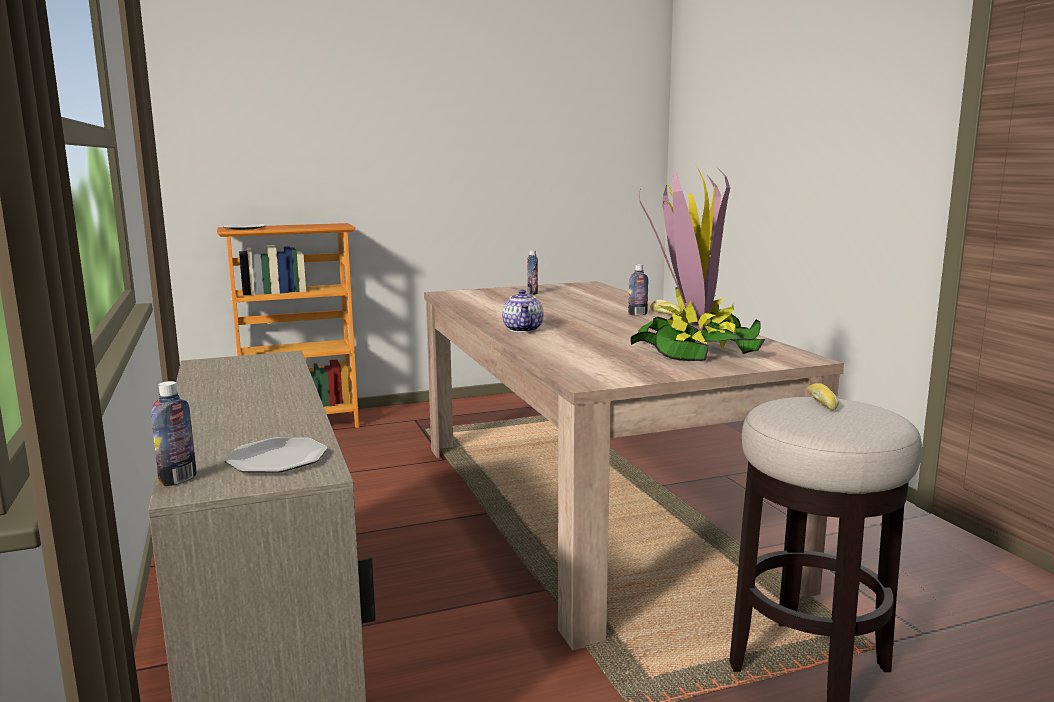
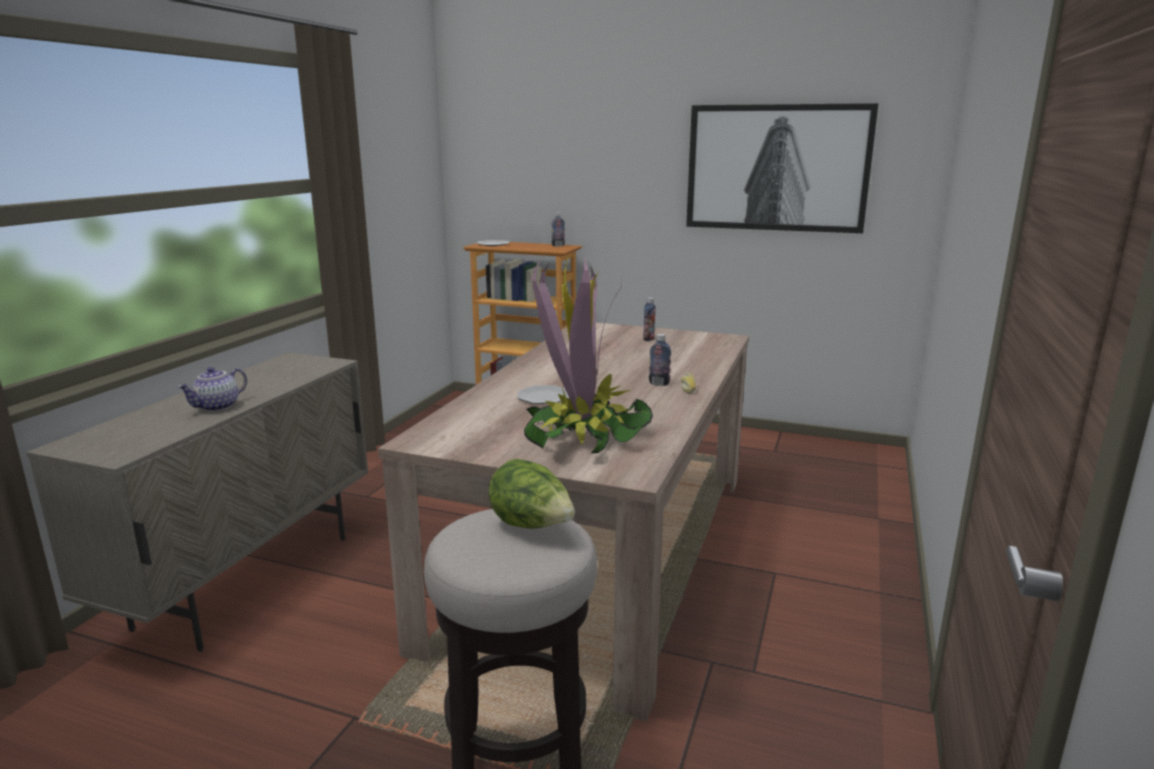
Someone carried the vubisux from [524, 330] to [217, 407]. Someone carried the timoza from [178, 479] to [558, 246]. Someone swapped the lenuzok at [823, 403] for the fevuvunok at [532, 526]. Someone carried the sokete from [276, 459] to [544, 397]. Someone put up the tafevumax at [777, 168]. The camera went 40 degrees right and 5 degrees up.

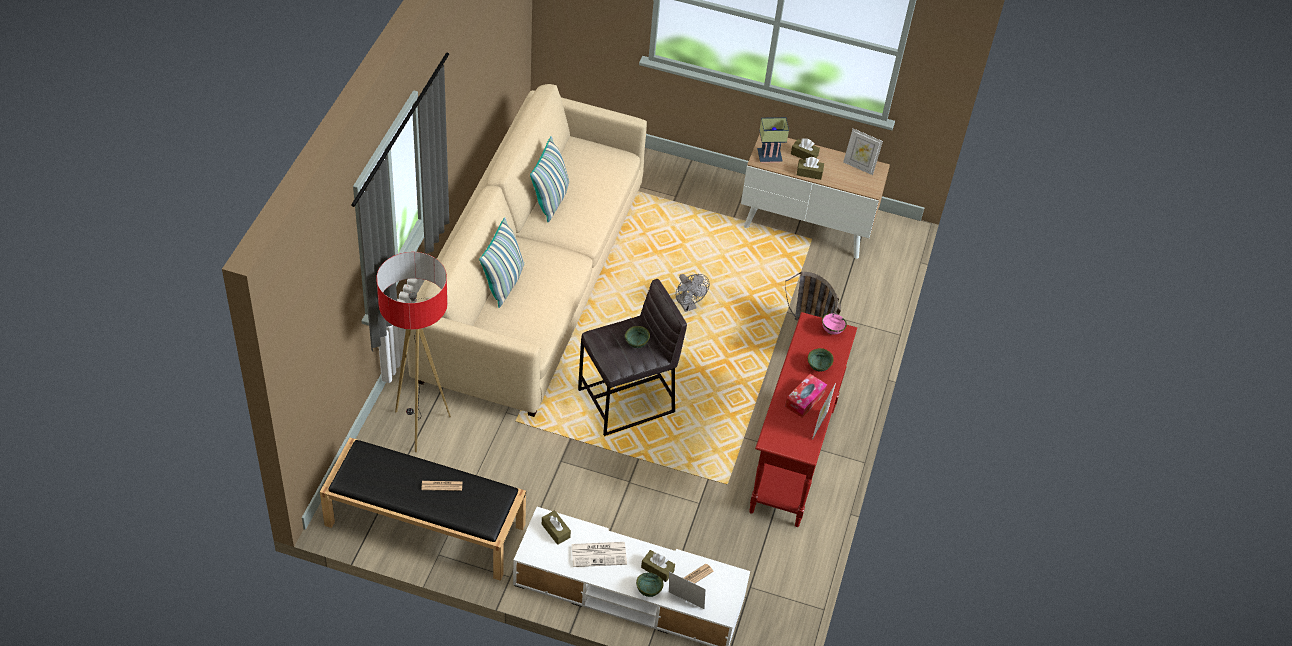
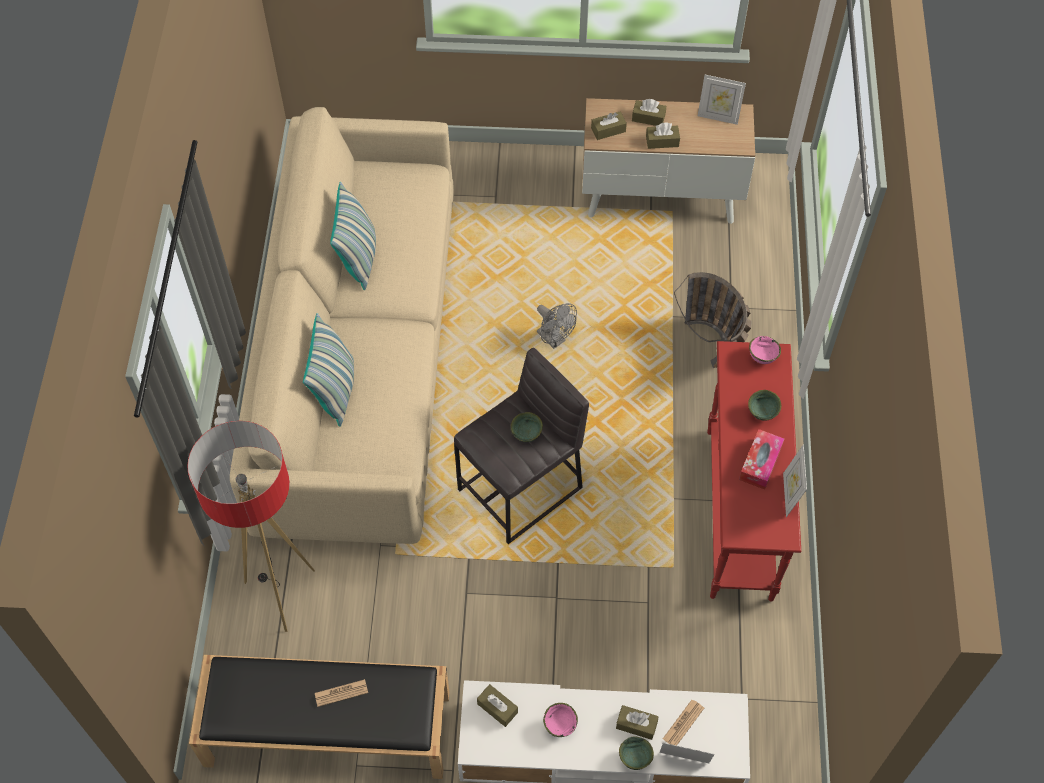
Someone swapped the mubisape at [770, 156] for the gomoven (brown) at [608, 130]. Someone swapped the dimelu at [599, 554] for the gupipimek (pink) at [560, 724]. The camera went 10 degrees left and 10 degrees up.

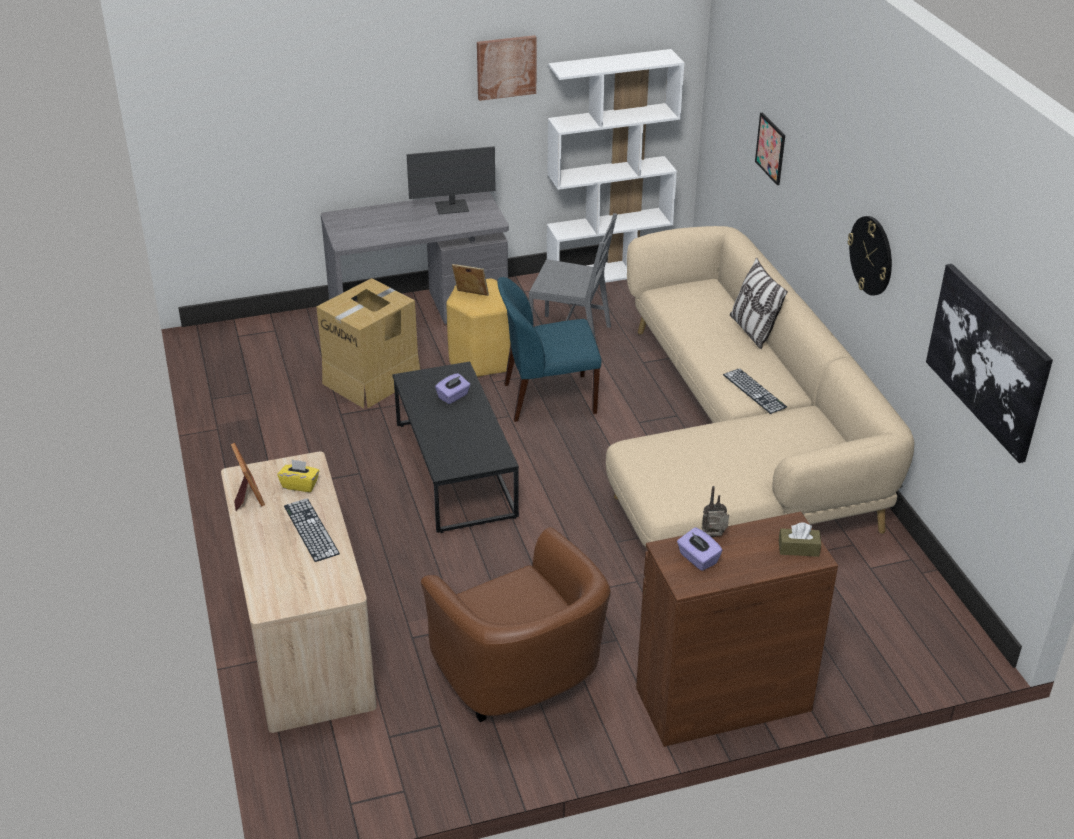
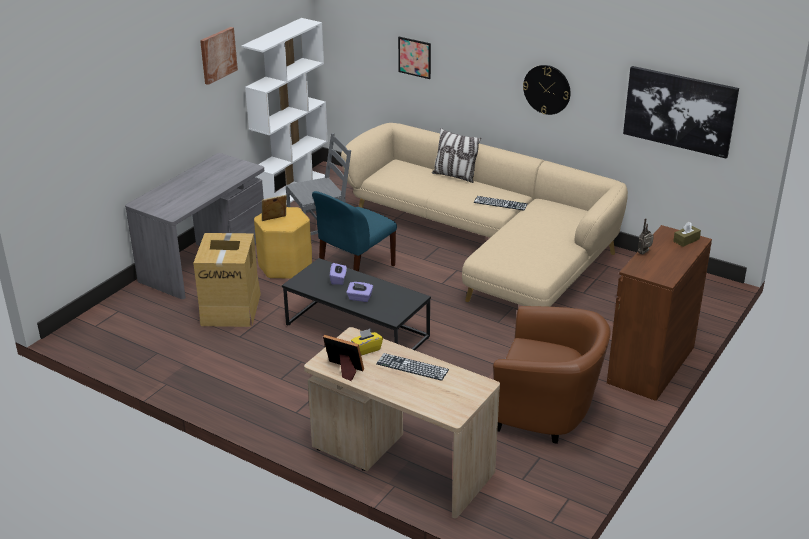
Someone took away the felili at [452, 207]. Someone carried the gomoven (purple) from [698, 559] to [360, 298]. The camera went 40 degrees left and 5 degrees down.

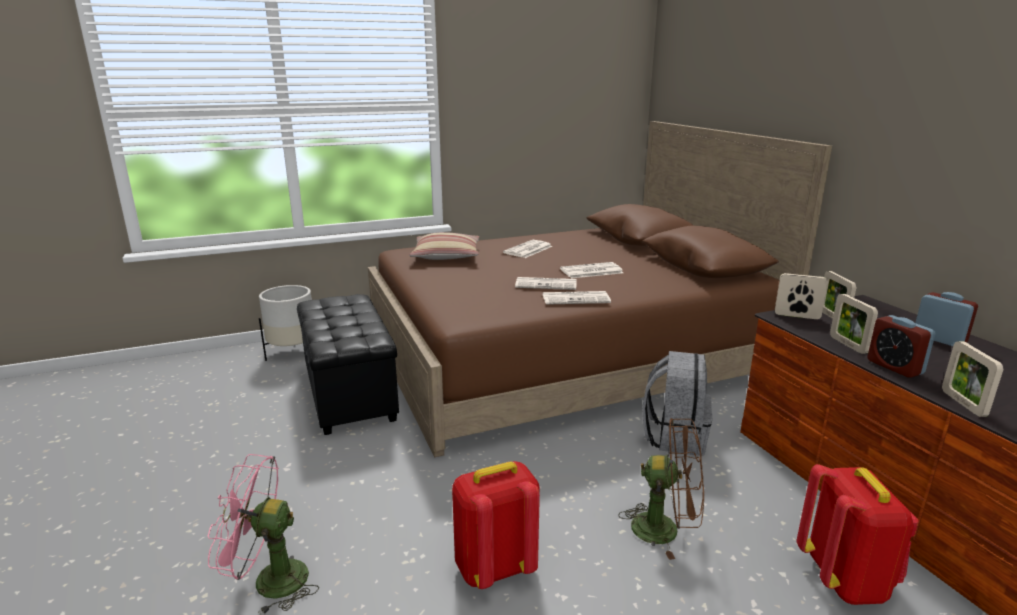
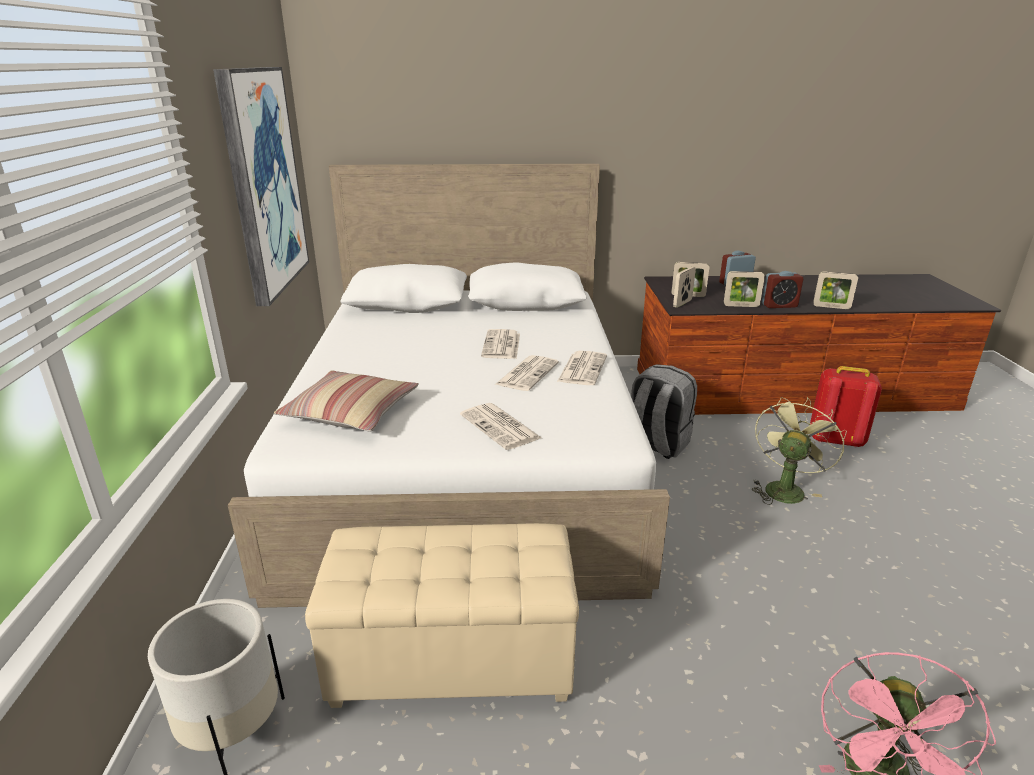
Someone repainted the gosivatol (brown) at [566, 356], which became the gosivatol (white) at [467, 455]. Someone carried the dimelu from [528, 250] to [501, 427]. Someone repainted the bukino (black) at [351, 394], which became the bukino (beige) at [452, 659]. Someone repainted the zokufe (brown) at [665, 529], which became the zokufe (green) at [785, 488]. Someone took away the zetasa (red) at [495, 568]. Someone put up the tafevumax at [263, 182]. The camera went 70 degrees left and 5 degrees up.

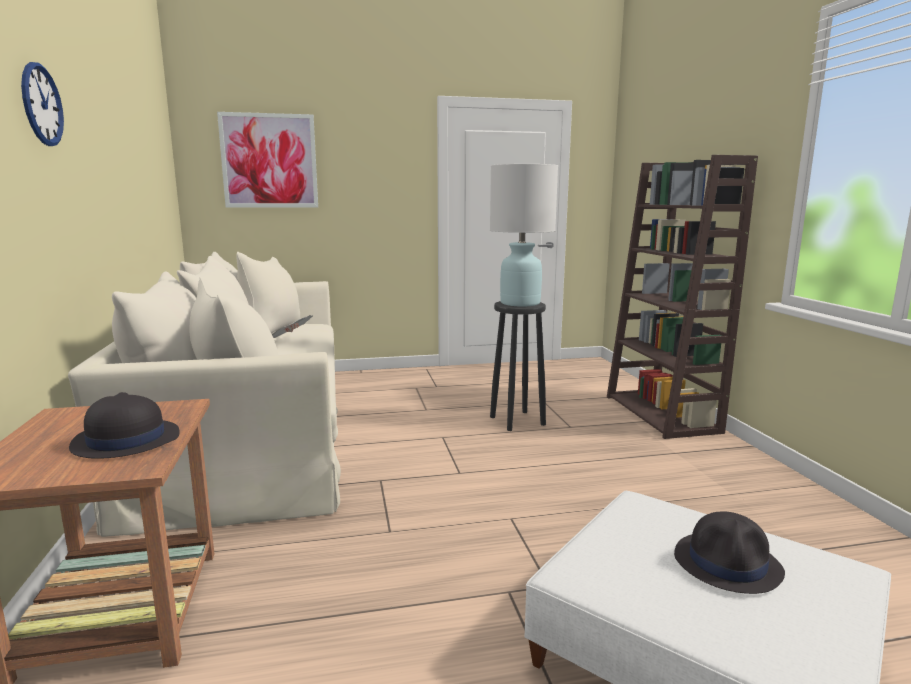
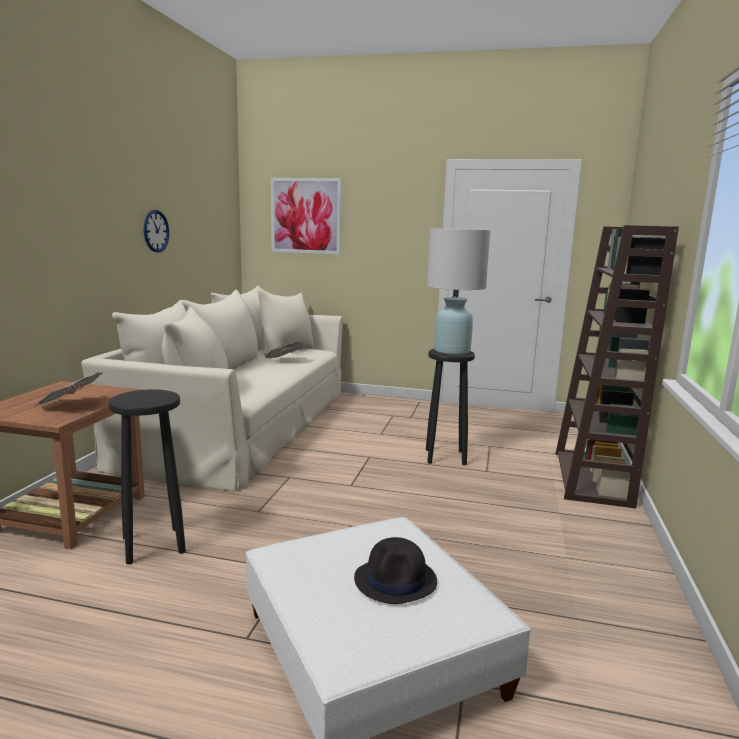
Someone carried the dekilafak from [41, 105] to [156, 231]. Someone swapped the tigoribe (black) at [125, 440] for the dimelu at [70, 405]. Someone put down the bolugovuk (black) at [153, 544]. The camera went 25 degrees right and 0 degrees up.

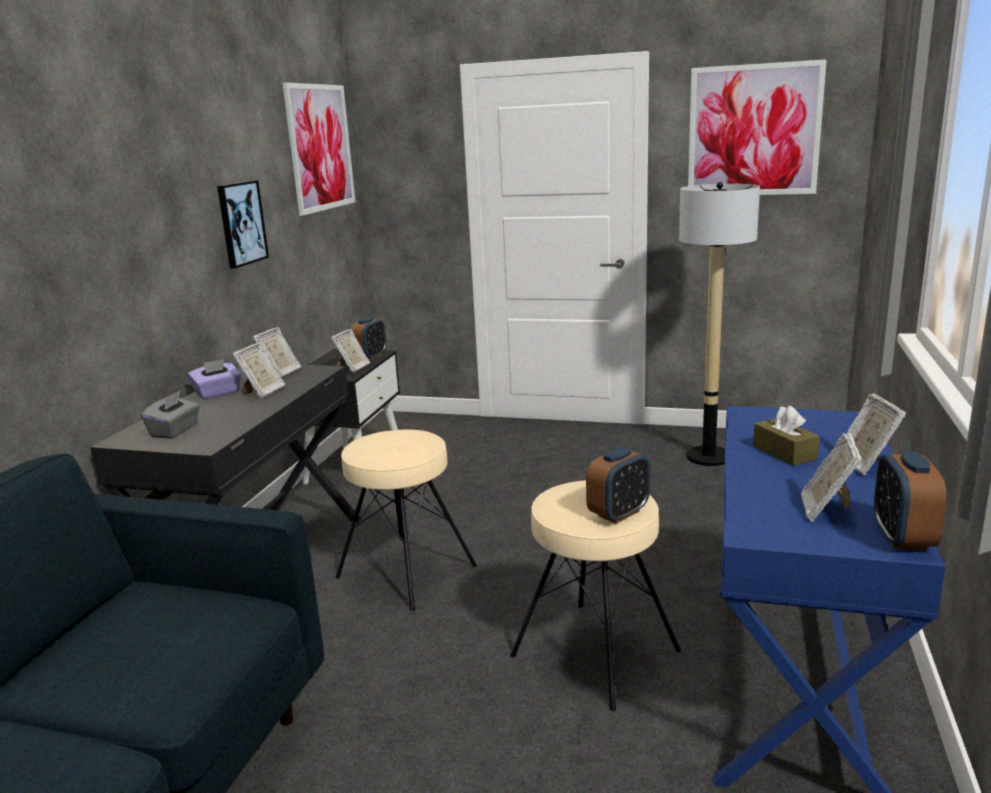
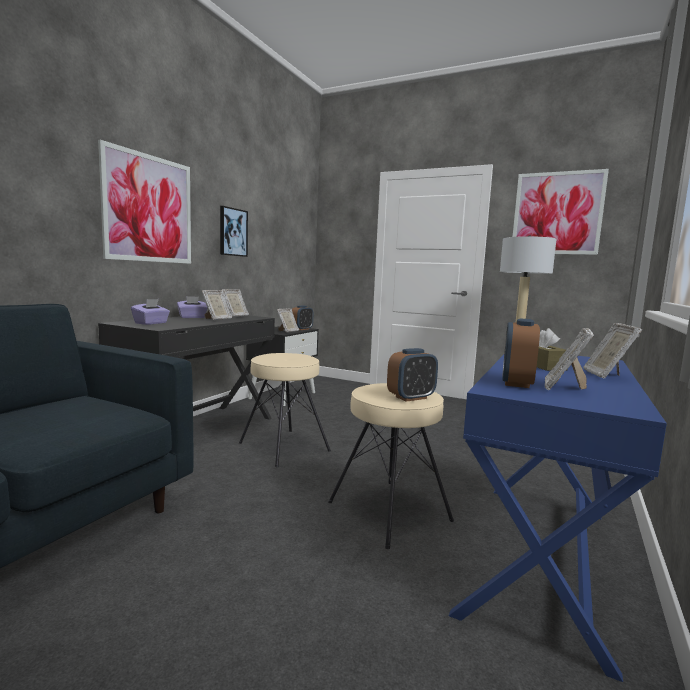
Someone carried the tafevumax from [320, 147] to [149, 209]. Someone repainted the gomoven (grey) at [175, 431], which became the gomoven (purple) at [151, 323]. Someone carried the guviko from [902, 537] to [516, 383]. The camera went 10 degrees right and 10 degrees down.

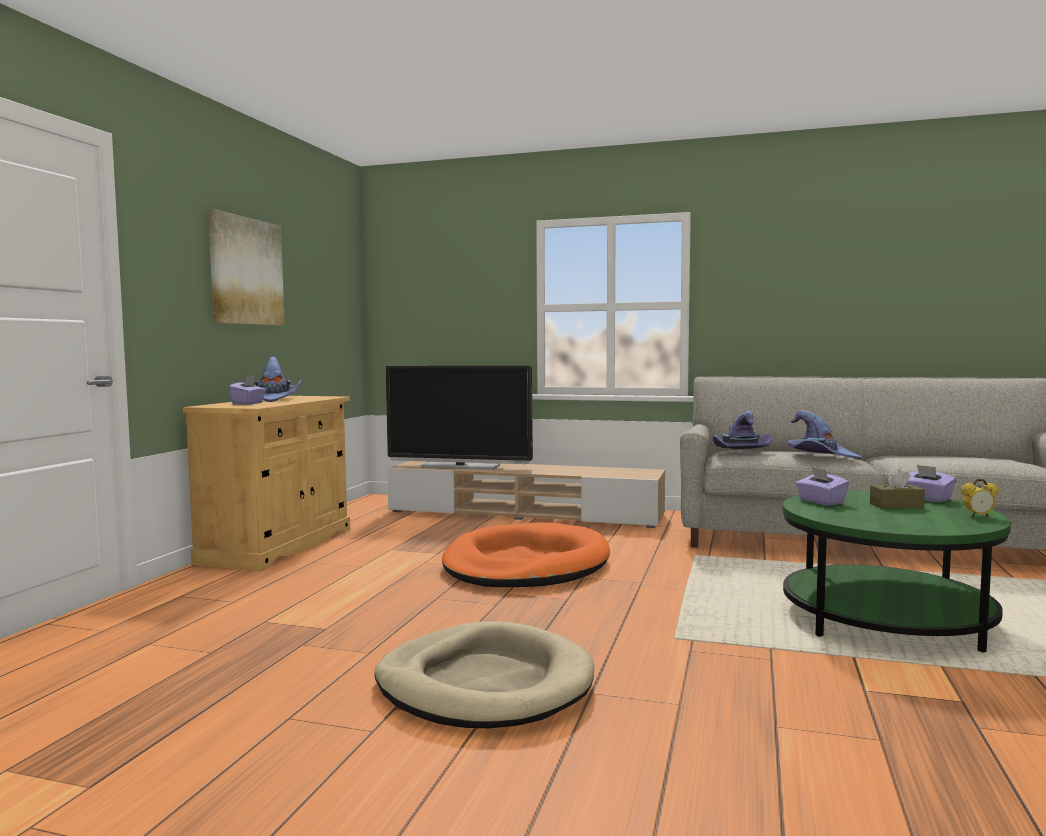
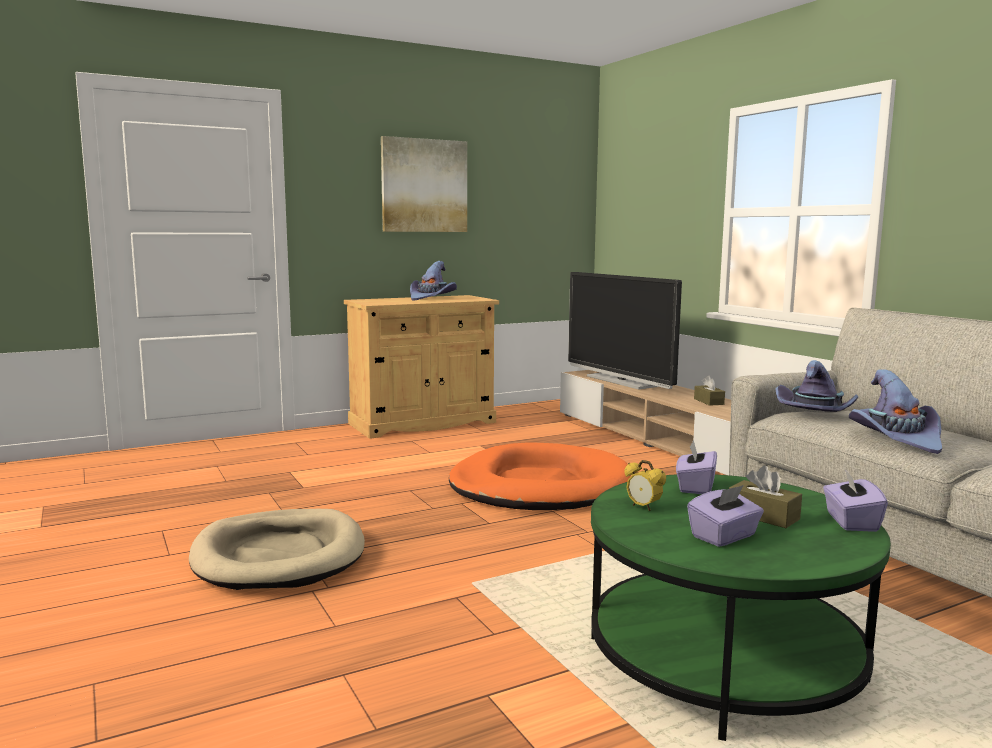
Someone carried the gomoven (purple) from [248, 403] to [724, 536]. Someone carried the guviko from [978, 516] to [643, 507]. Someone put down the gomoven (brown) at [708, 401]. The camera went 45 degrees right and 5 degrees up.

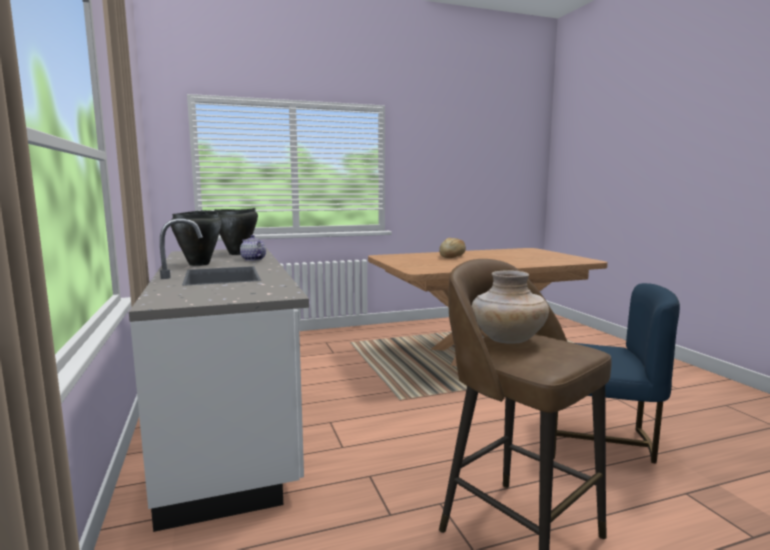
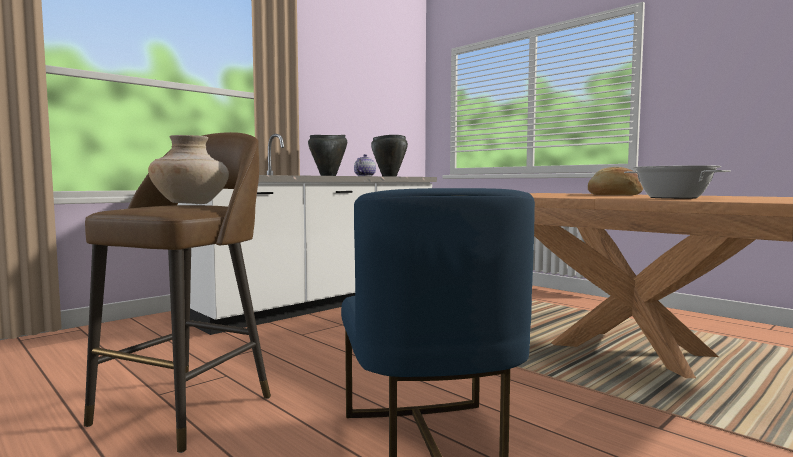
Someone put down the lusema at [673, 198]. The camera went 65 degrees right and 5 degrees down.

